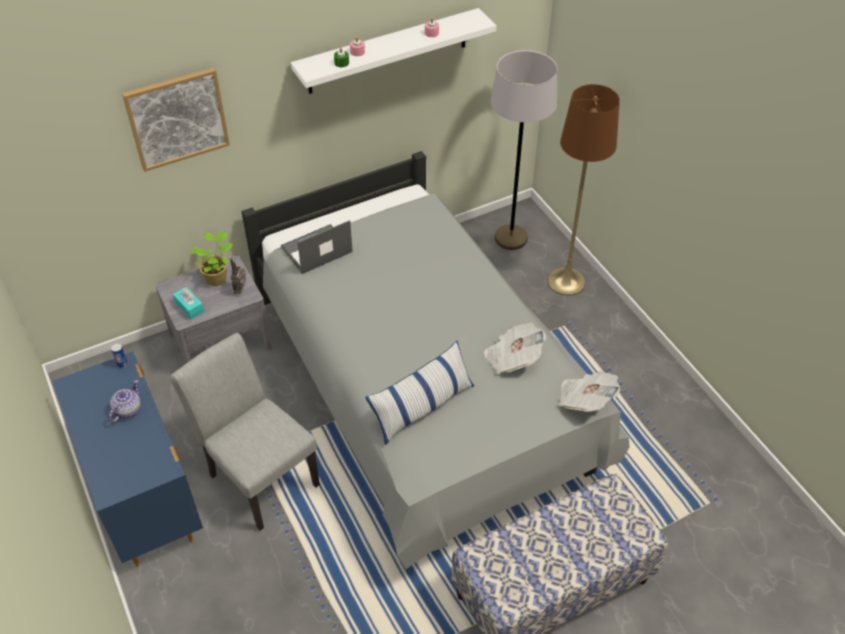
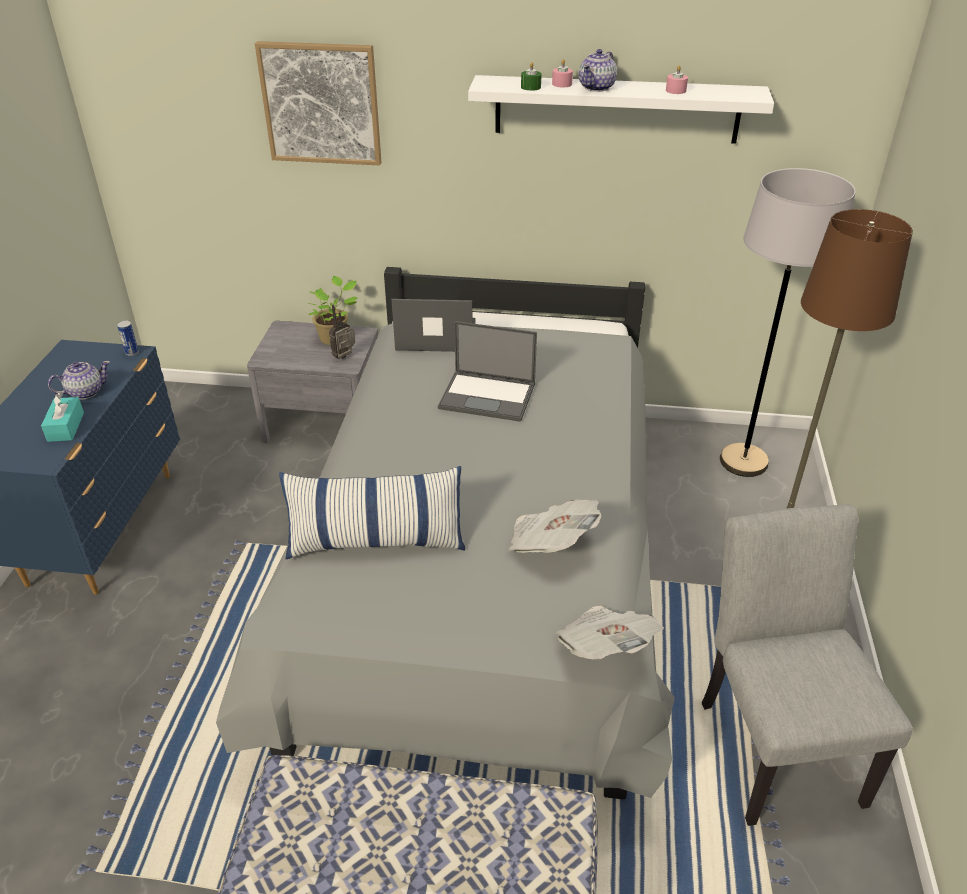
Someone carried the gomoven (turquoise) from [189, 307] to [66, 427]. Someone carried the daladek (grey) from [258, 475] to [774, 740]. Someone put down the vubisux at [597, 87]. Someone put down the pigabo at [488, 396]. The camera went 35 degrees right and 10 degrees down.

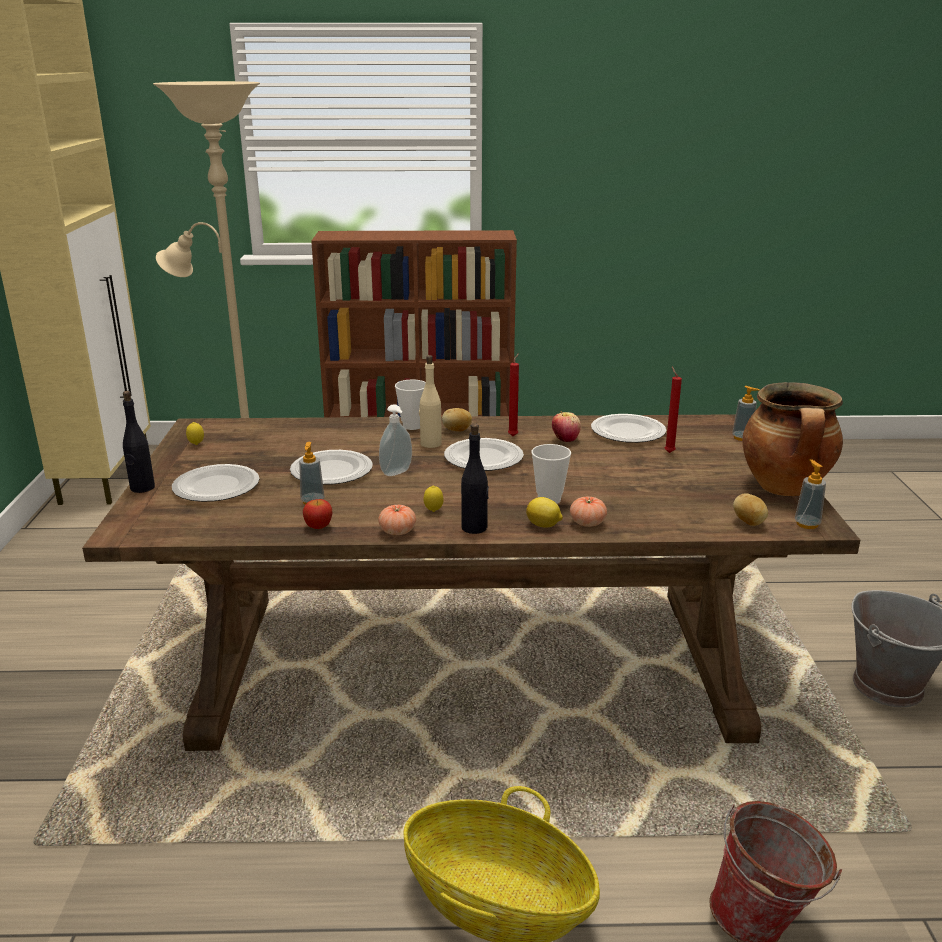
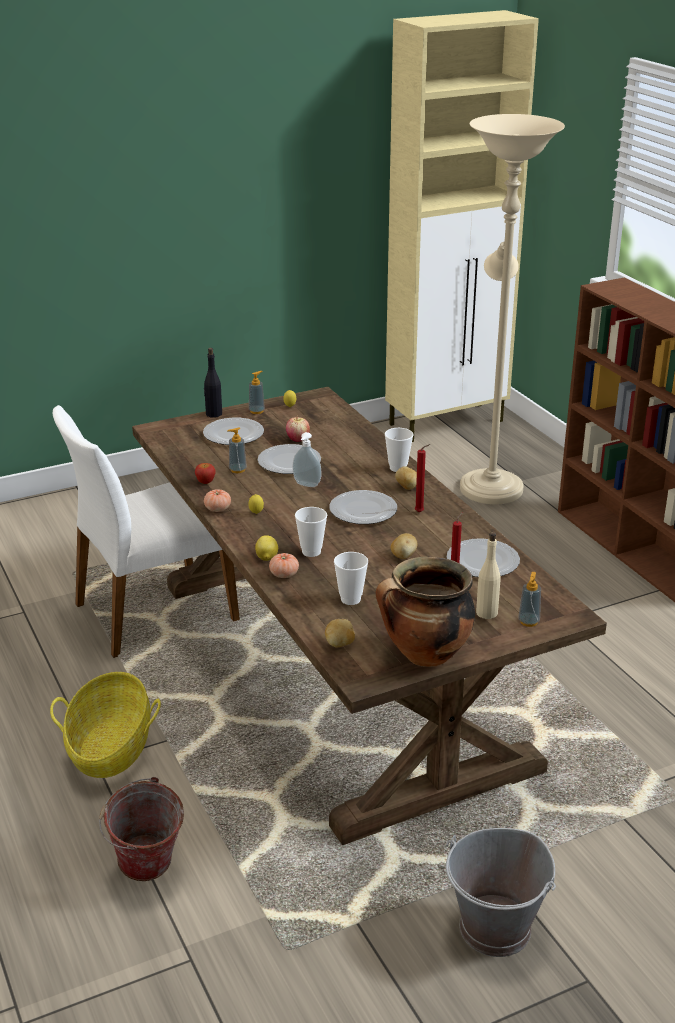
Someone carried the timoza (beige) from [430, 444] to [486, 613]. Someone carried the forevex from [565, 439] to [297, 439]. Someone took away the timoza (black) at [474, 528]. Someone carried the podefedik from [807, 524] to [256, 411]. Someone put down the daladek (white) at [153, 611]. Someone put down the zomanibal at [403, 556]. Someone put down the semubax at [350, 599]. The camera went 65 degrees right and 5 degrees up.

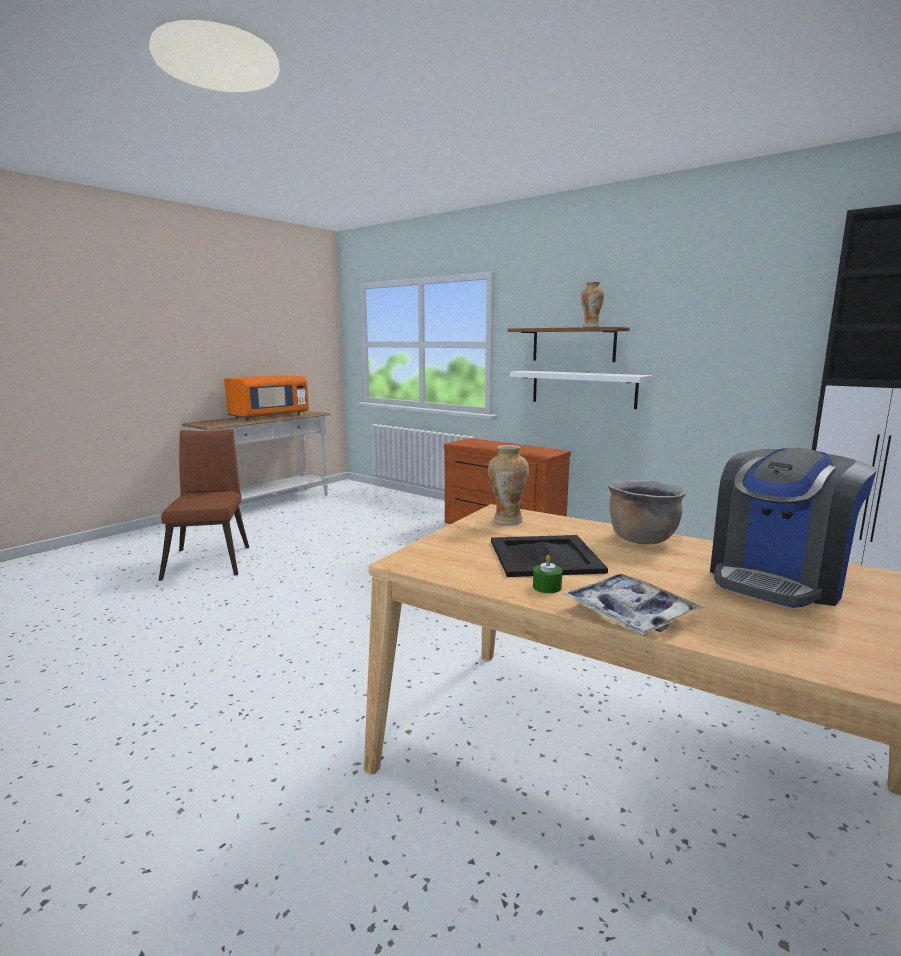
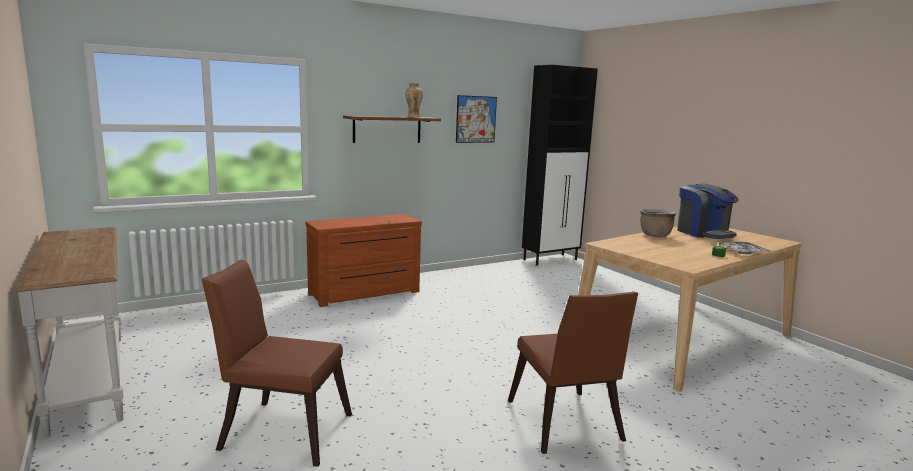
Someone took away the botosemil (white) at [583, 389]. Someone took away the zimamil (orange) at [268, 416]. Someone took away the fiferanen at [507, 520]. Someone took away the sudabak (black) at [543, 556]. Someone put up the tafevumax at [476, 119]. Someone put down the daladek (brown) at [565, 425]. The camera went 70 degrees left and 0 degrees up.

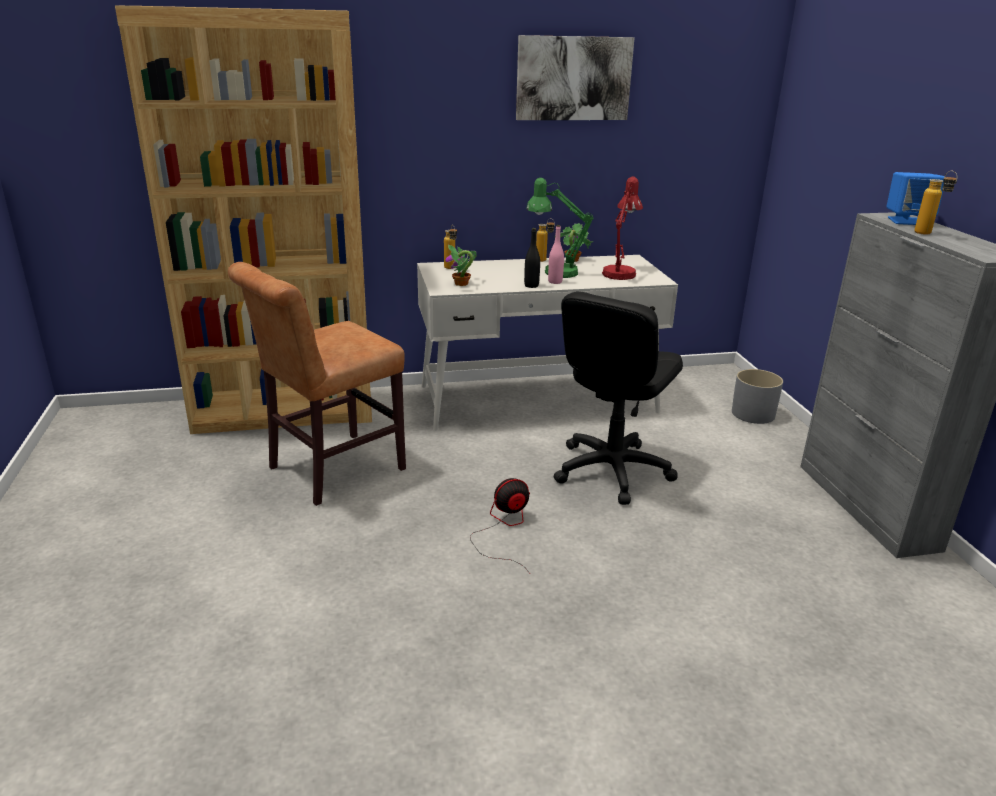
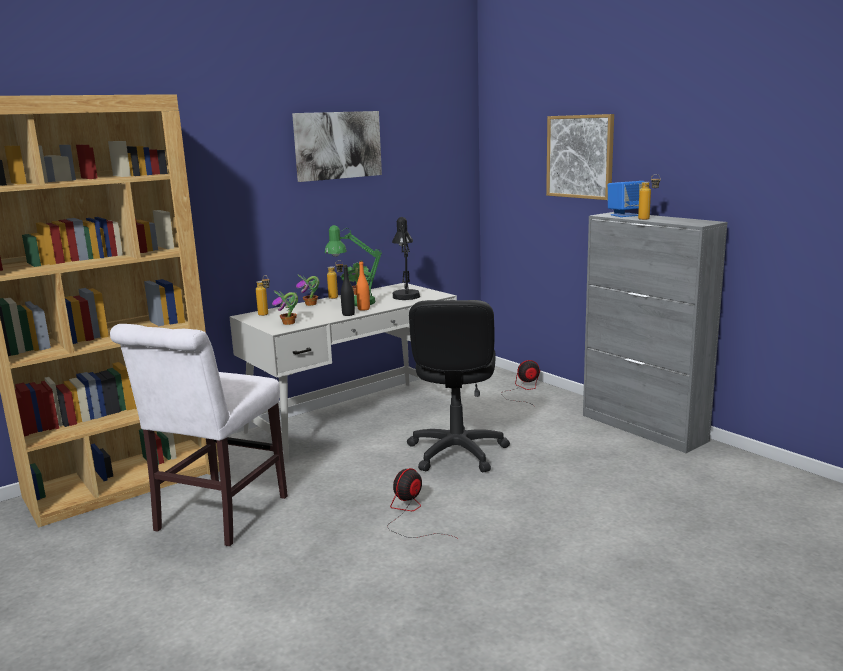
Someone repainted the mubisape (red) at [620, 272], which became the mubisape (black) at [405, 295]. Someone repainted the timoza (pink) at [555, 282], which became the timoza (orange) at [363, 309]. Someone repainted the daladek (brown) at [330, 471], which became the daladek (white) at [217, 517]. Someone swapped the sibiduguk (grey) at [753, 414] for the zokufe at [523, 390]. Someone put up the tafevumax at [580, 156]. Someone put down the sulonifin at [311, 304]. The camera went 25 degrees left and 10 degrees down.

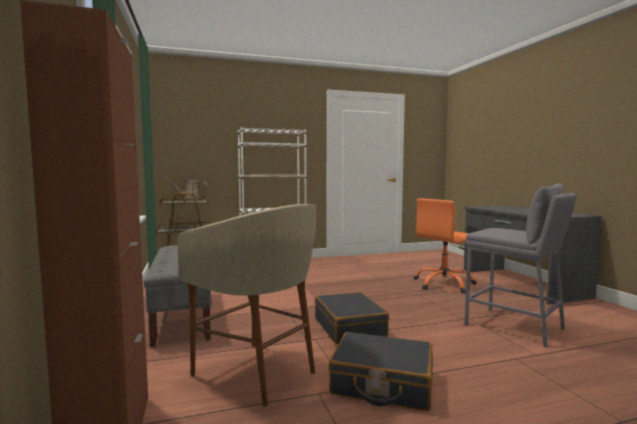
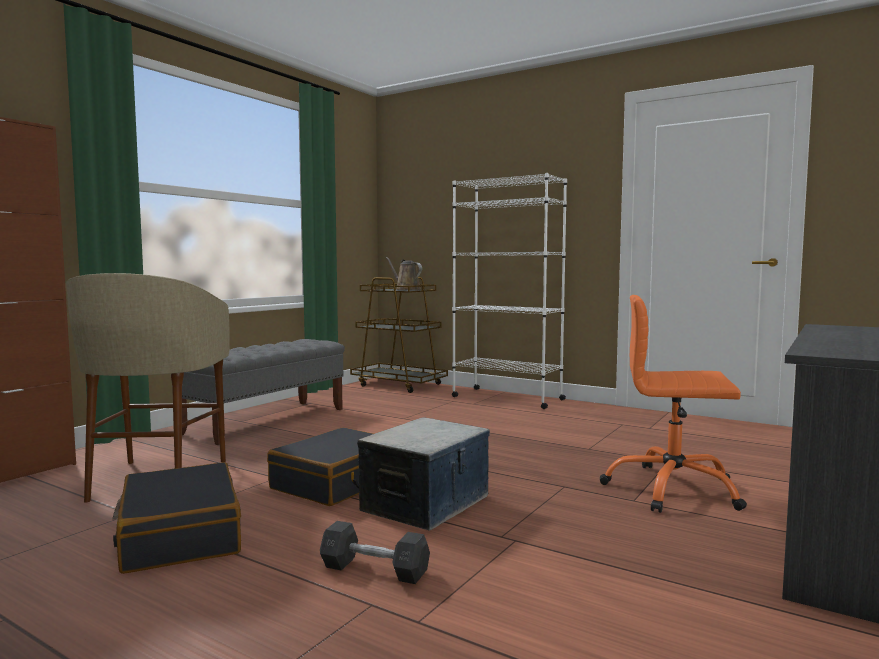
Someone took away the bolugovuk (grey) at [514, 326]. Someone put down the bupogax at [426, 504]. Someone put down the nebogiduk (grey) at [374, 570]. The camera went 50 degrees right and 0 degrees up.

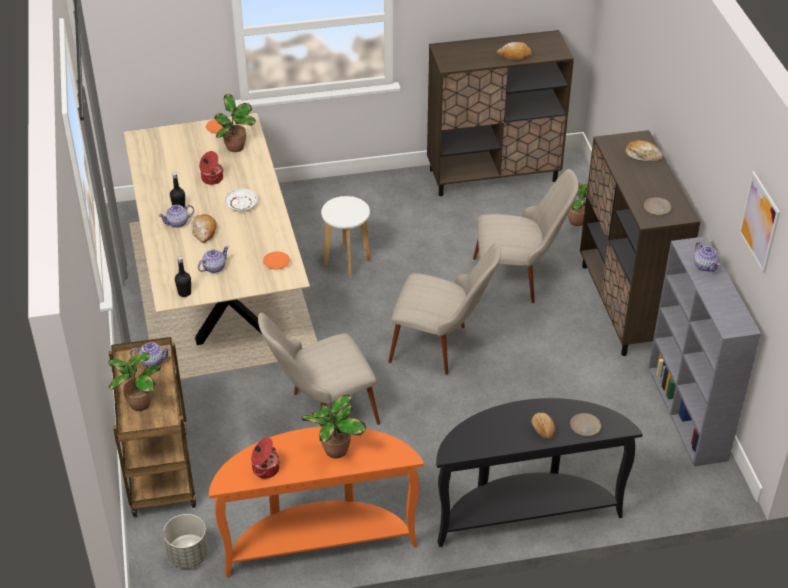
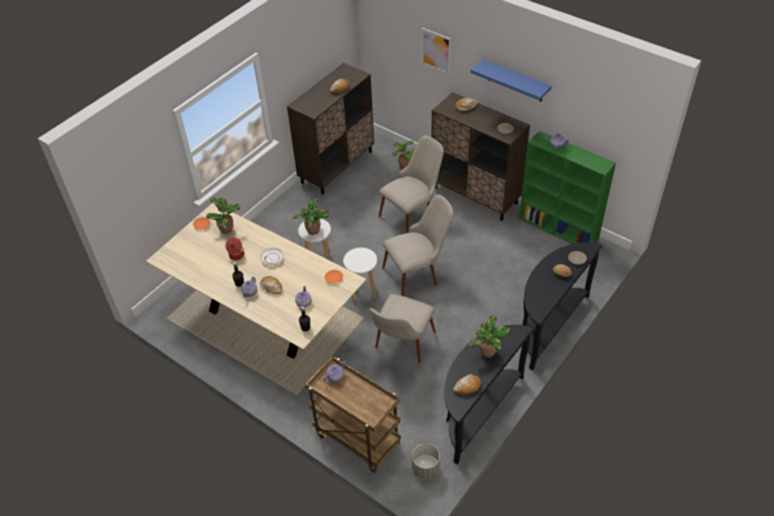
Someone carried the tafevumax from [759, 222] to [436, 51]. Someone repainted the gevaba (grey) at [688, 413], which became the gevaba (green) at [559, 229]. Someone carried the sulonifin from [138, 404] to [312, 231]. Someone repainted the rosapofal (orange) at [318, 541], which became the rosapofal (black) at [477, 411]. Someone swapped the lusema at [265, 468] for the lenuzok at [467, 387]. Someone put up the botosemil (blue) at [515, 81]. Someone put down the bolugovuk (white) at [362, 290]. The camera went 40 degrees left and 5 degrees up.

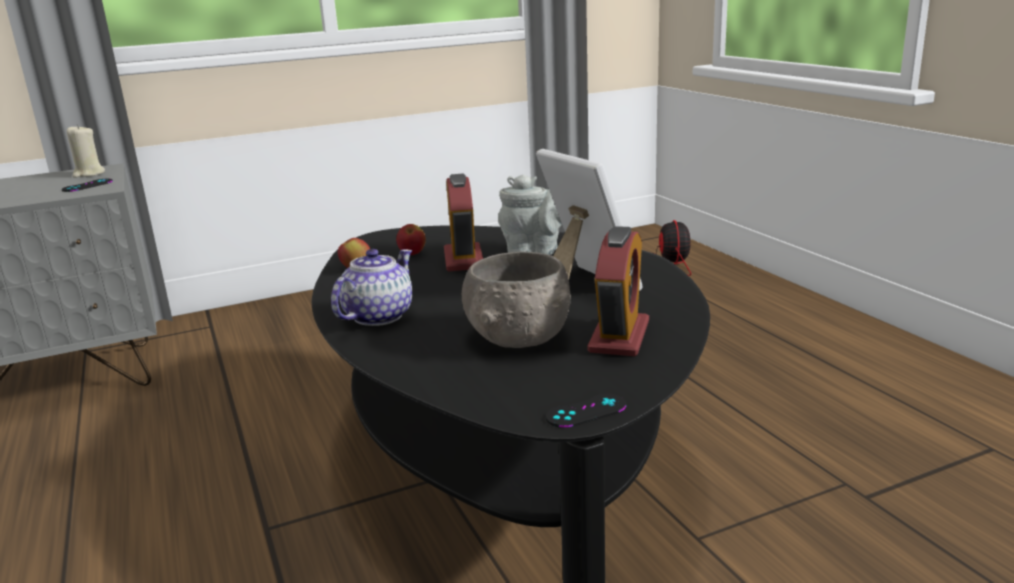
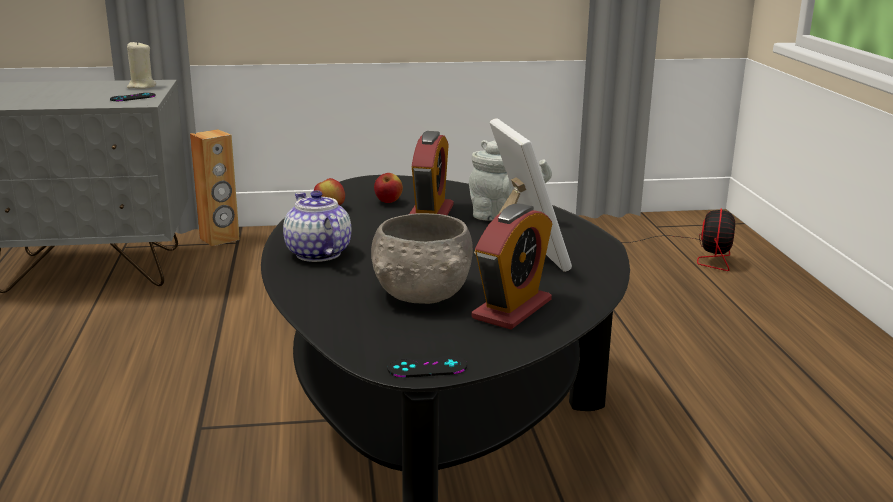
Someone rotated the vubisux at [378, 316] by 75 degrees counterclockwise. Someone put down the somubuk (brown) at [219, 239]. The camera went 15 degrees right and 0 degrees up.

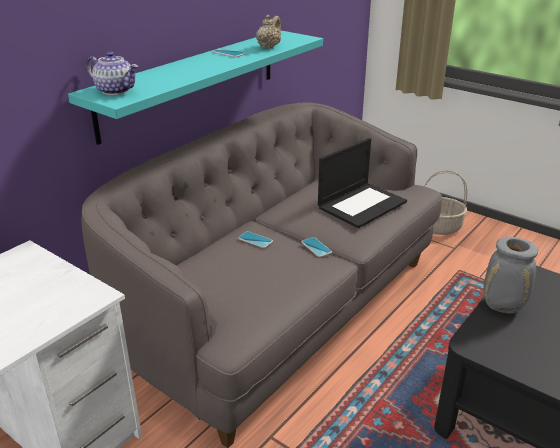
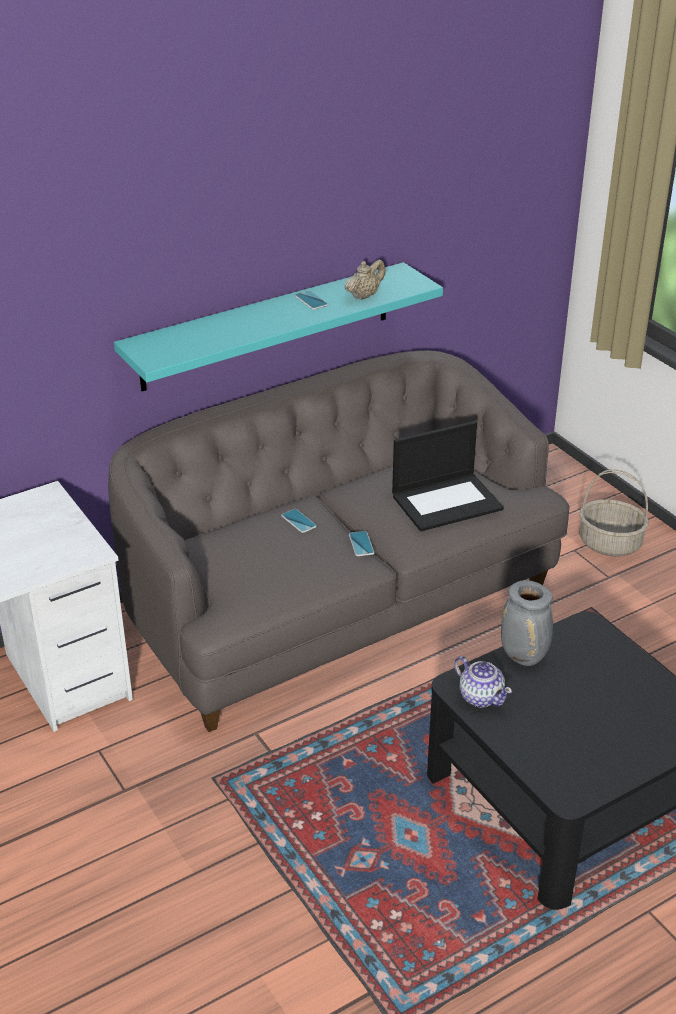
Someone carried the vubisux from [115, 90] to [481, 696]. The camera went 20 degrees right and 5 degrees up.

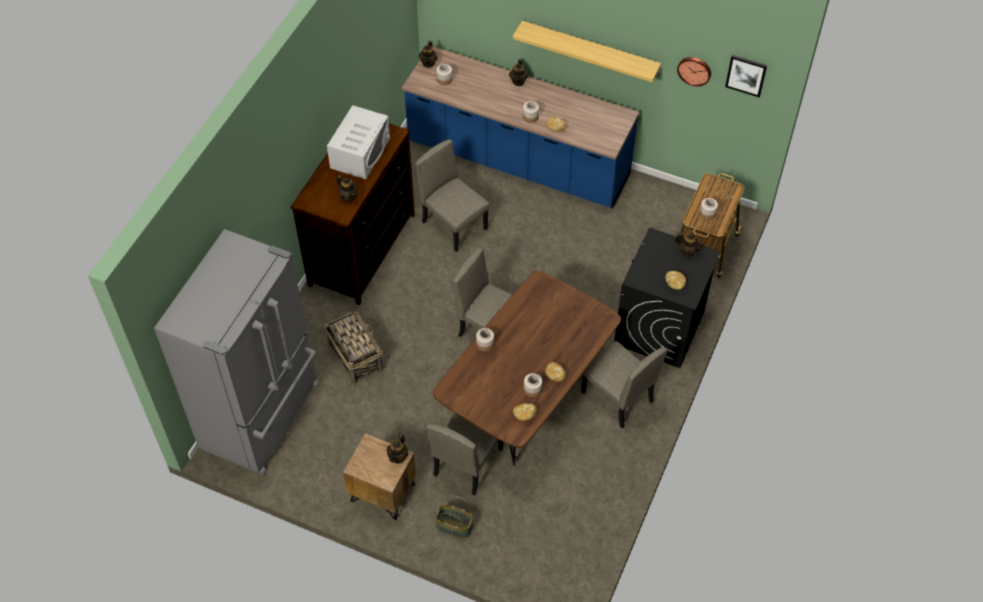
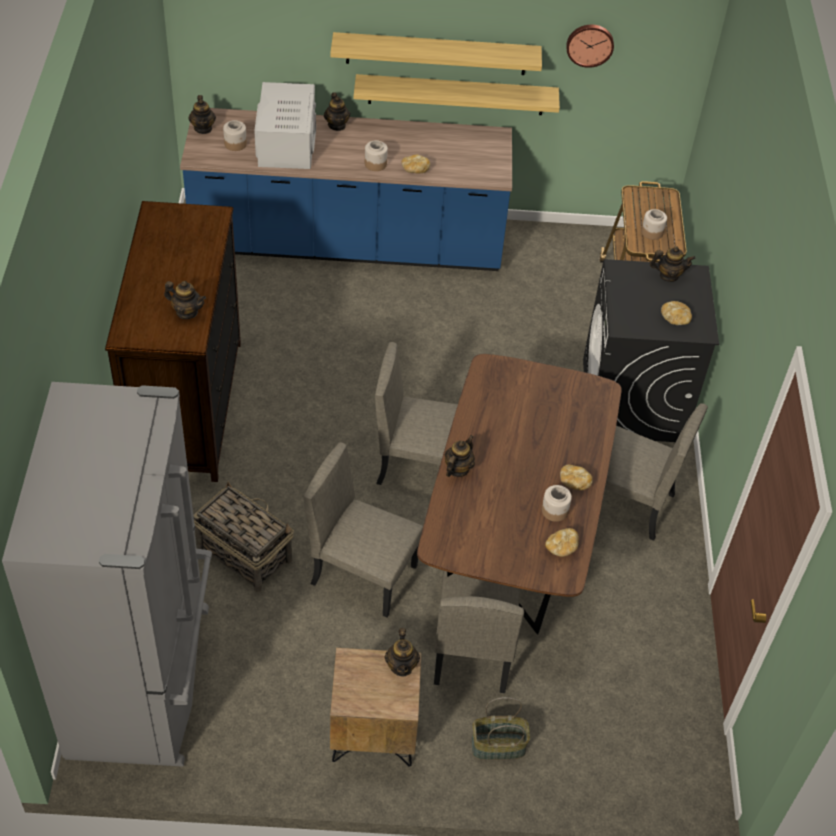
Someone took away the tafevumax at [746, 75]. Someone carried the zimamil (white) from [360, 153] to [286, 142]. Someone carried the daladek (beige) from [454, 225] to [364, 574]. Someone swapped the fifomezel at [484, 344] for the vubisux at [457, 469]. Someone put up the botosemil at [456, 94]. The camera went 25 degrees left and 5 degrees down.

